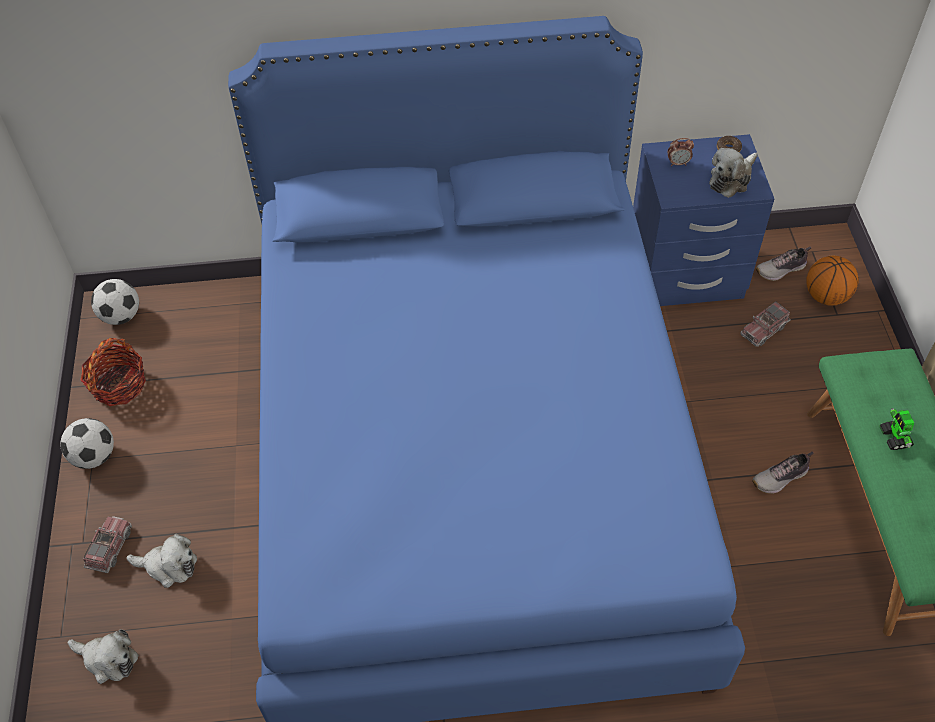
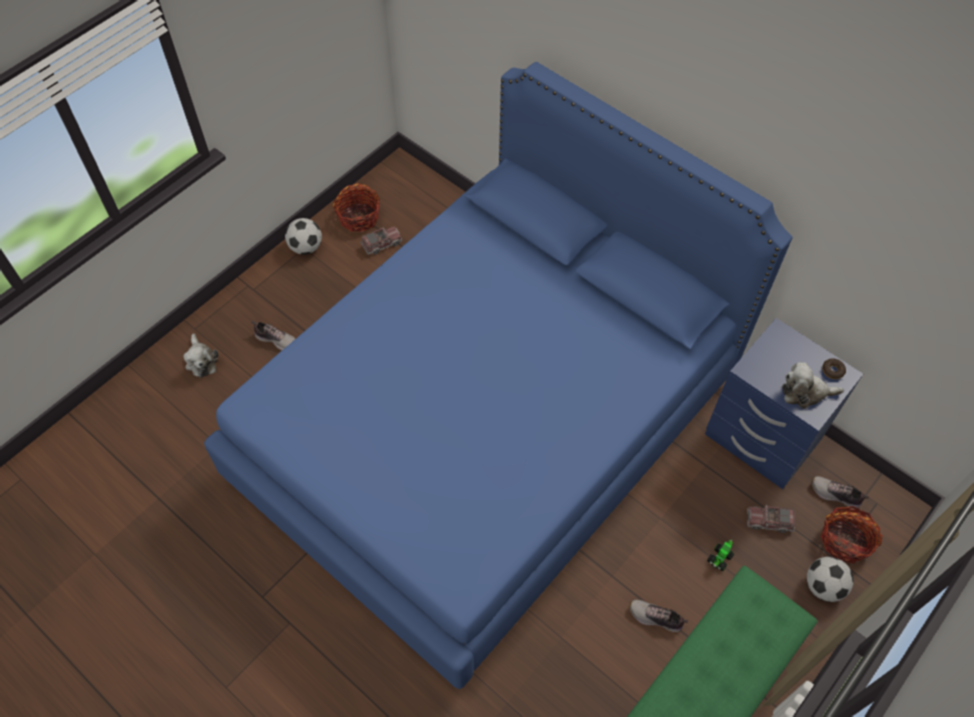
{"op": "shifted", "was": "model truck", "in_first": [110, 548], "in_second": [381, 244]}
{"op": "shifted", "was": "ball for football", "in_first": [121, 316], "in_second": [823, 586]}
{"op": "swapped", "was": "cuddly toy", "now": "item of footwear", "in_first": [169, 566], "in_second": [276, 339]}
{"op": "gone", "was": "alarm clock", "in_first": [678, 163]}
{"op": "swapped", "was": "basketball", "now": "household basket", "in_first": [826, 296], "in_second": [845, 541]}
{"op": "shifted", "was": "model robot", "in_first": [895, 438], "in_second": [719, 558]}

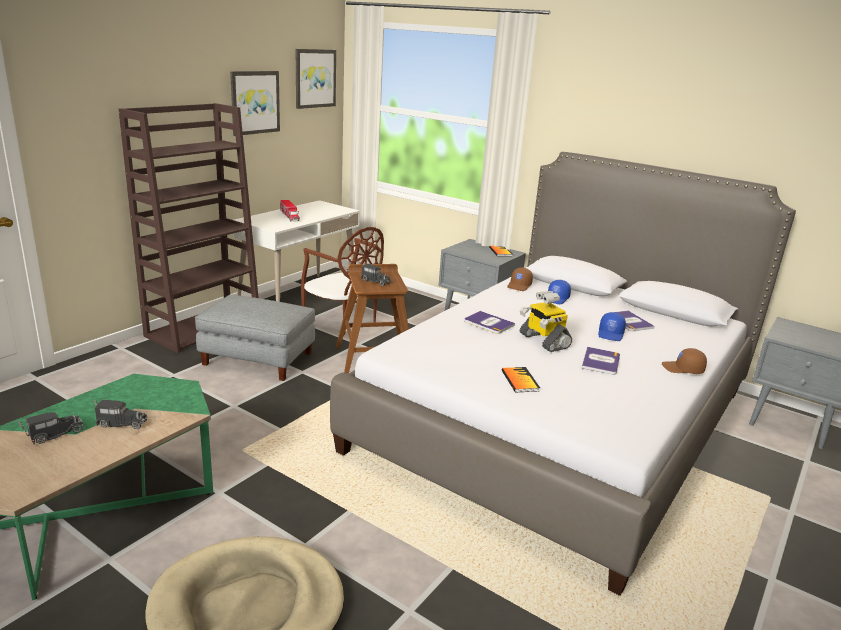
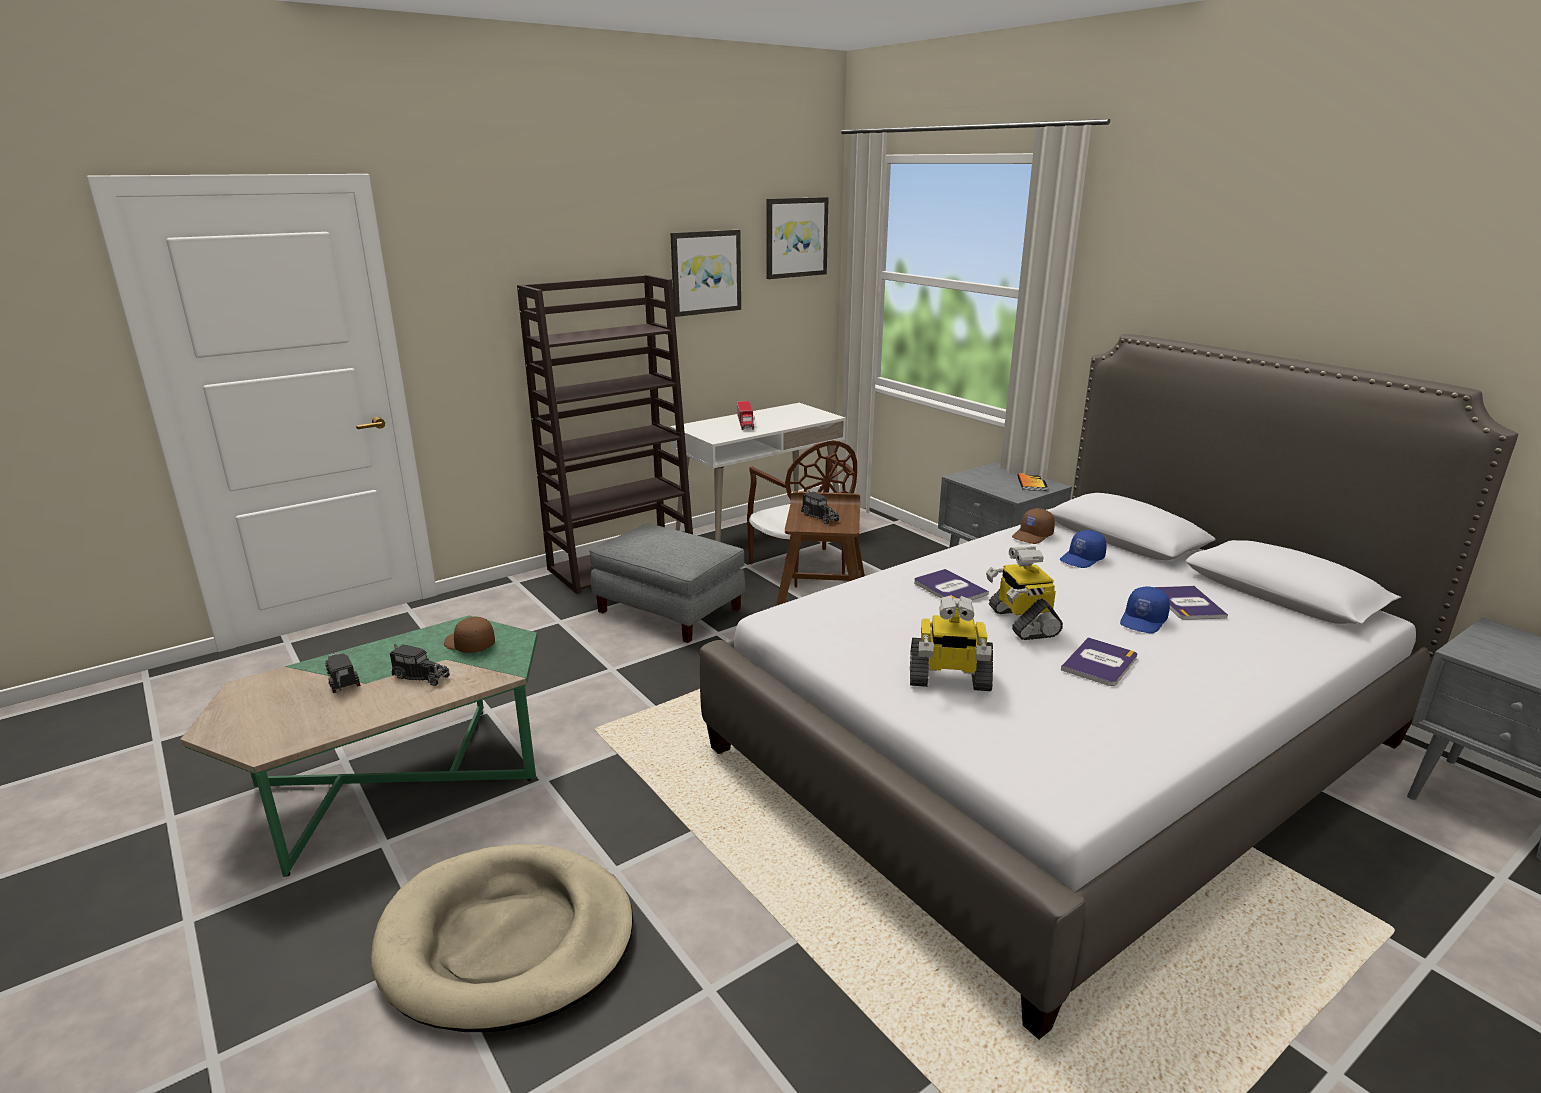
{"op": "rotated", "was": "model truck", "in_first": [53, 435], "in_second": [342, 681], "clockwise": -105}
{"op": "swapped", "was": "bound book", "now": "model robot", "in_first": [520, 381], "in_second": [948, 679]}
{"op": "shifted", "was": "cap (brown)", "in_first": [683, 369], "in_second": [469, 645]}

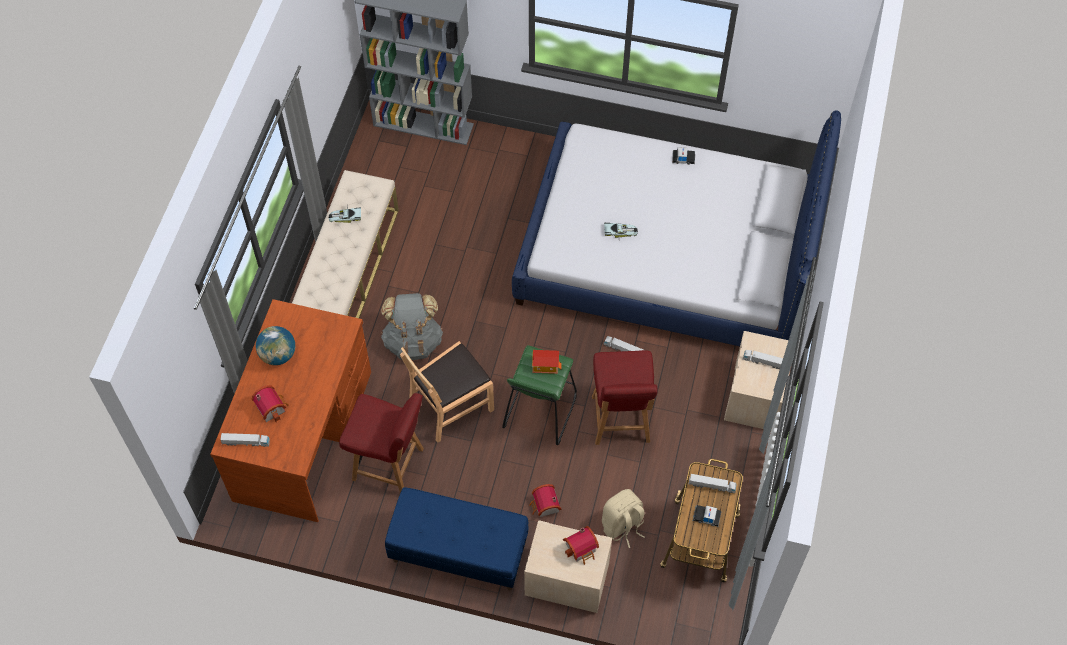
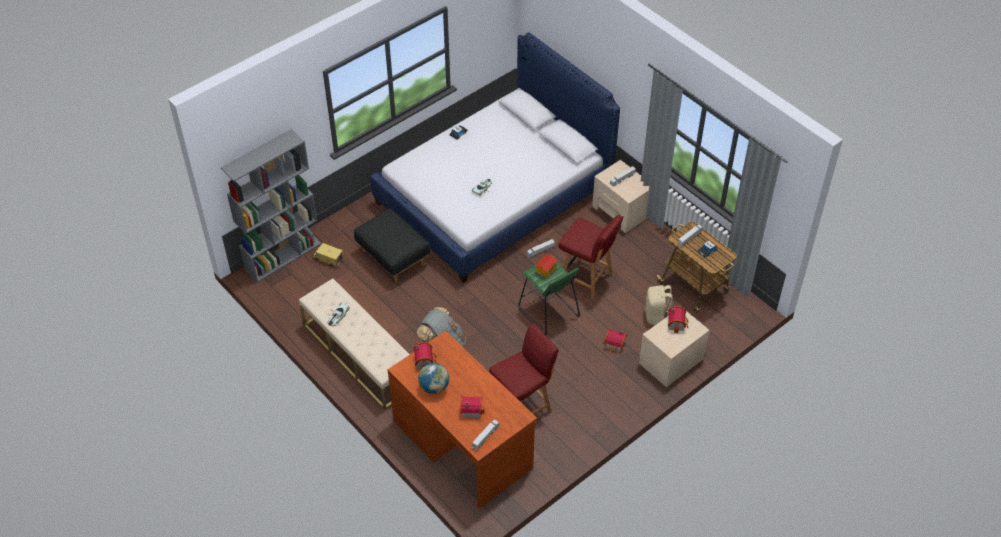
{"op": "gone", "was": "indoor bench (bluish)", "in_first": [458, 552]}
{"op": "gone", "was": "plain chair (brown)", "in_first": [451, 406]}
{"op": "new", "now": "model truck", "in_second": [328, 259]}
{"op": "new", "now": "pouffe (black-coloured)", "in_second": [394, 258]}
{"op": "new", "now": "miniature house", "in_second": [425, 360]}

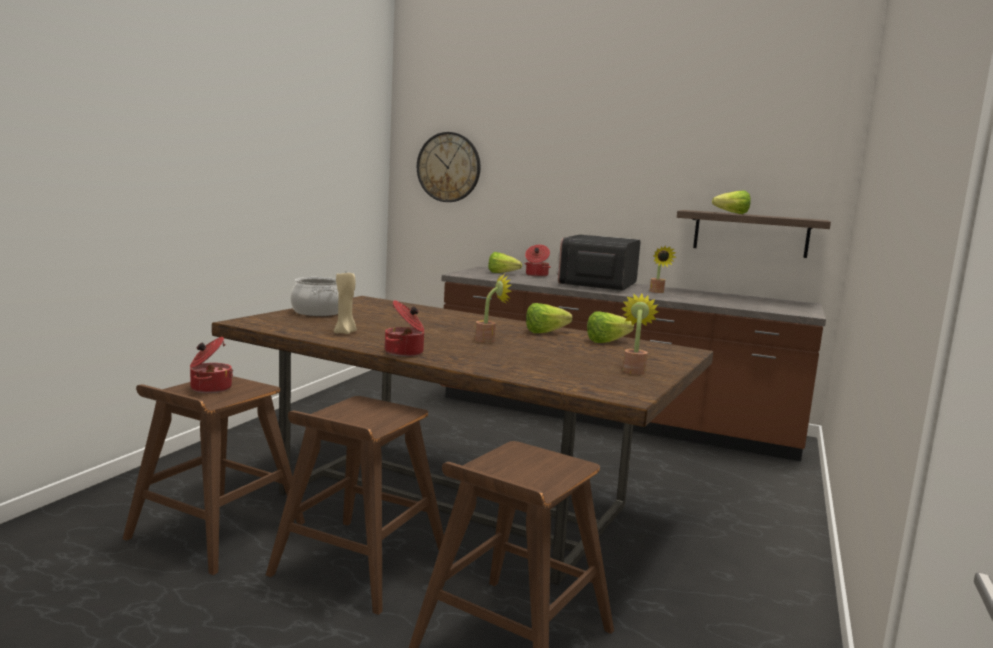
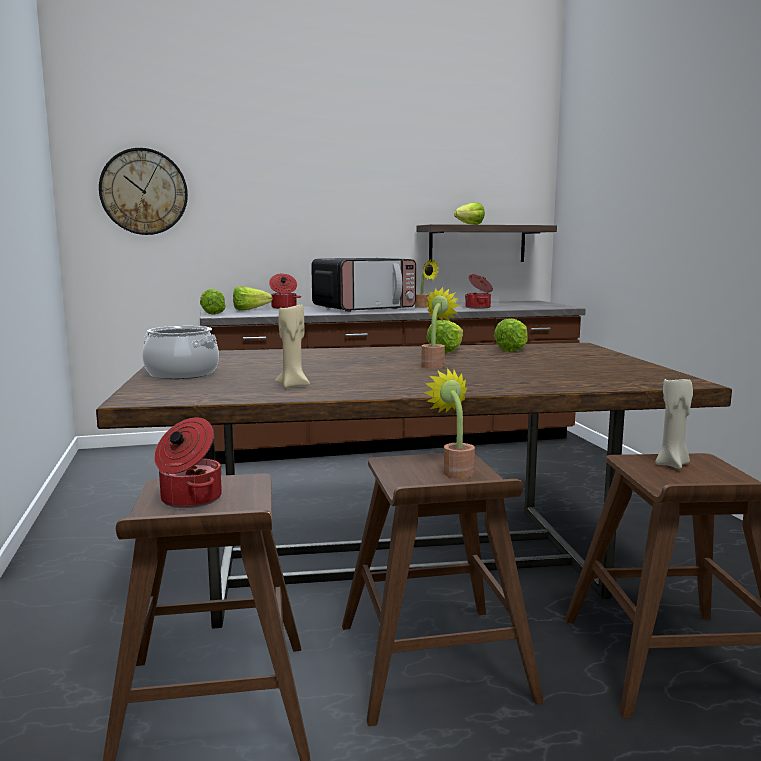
{"op": "shifted", "was": "cooking pot", "in_first": [405, 352], "in_second": [478, 307]}
{"op": "rotated", "was": "microwave", "in_first": [597, 285], "in_second": [364, 308], "clockwise": -105}
{"op": "shifted", "was": "plant in a pot", "in_first": [634, 370], "in_second": [455, 471]}
{"op": "new", "now": "lettuce head", "in_second": [215, 313]}
{"op": "new", "now": "wax candle (beige-coloured)", "in_second": [672, 465]}

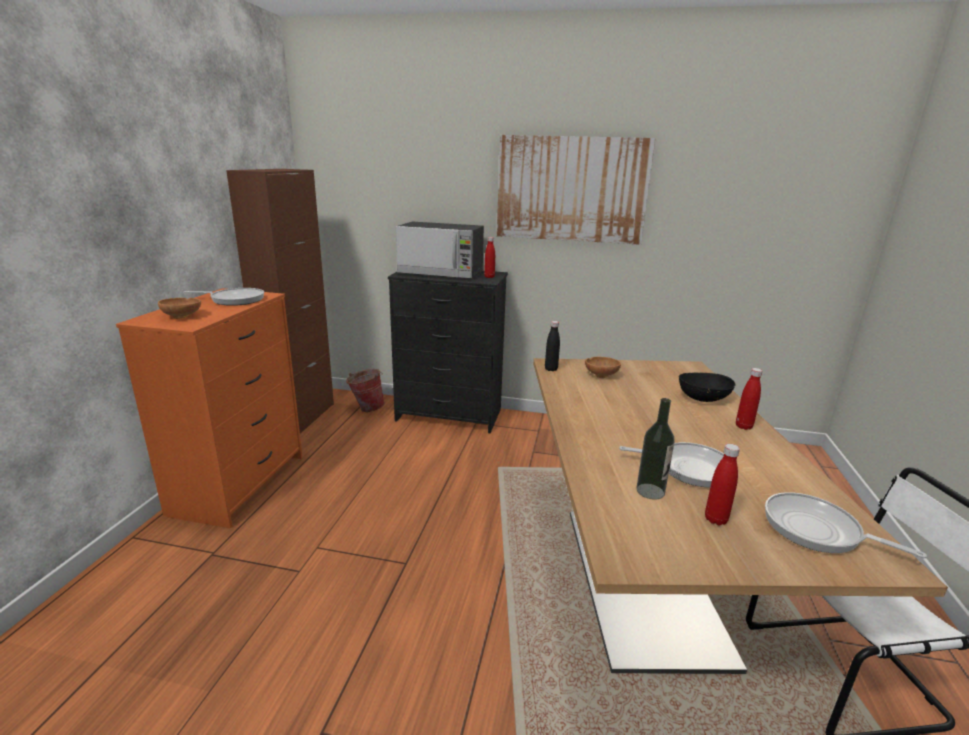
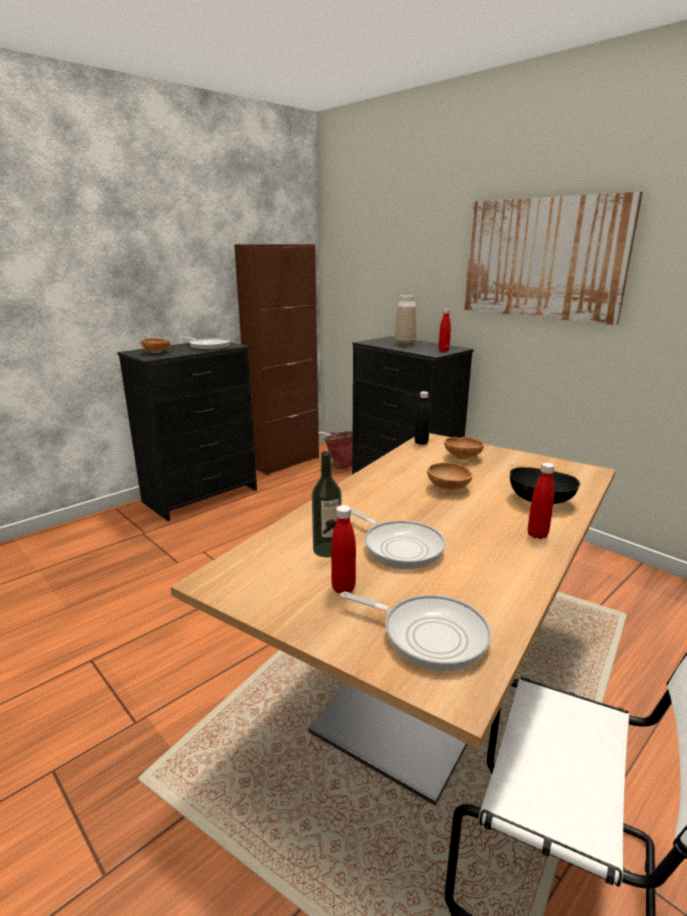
{"op": "repainted", "was": "drawer chest (orange-coloured)", "now": "drawer chest (black-coloured)", "in_first": [240, 484], "in_second": [201, 496]}
{"op": "swapped", "was": "microwave", "now": "decorative vase", "in_first": [441, 273], "in_second": [405, 344]}
{"op": "rotated", "was": "skillet", "in_first": [817, 530], "in_second": [429, 635], "clockwise": 135}
{"op": "new", "now": "deep dish (brown)", "in_second": [449, 488]}

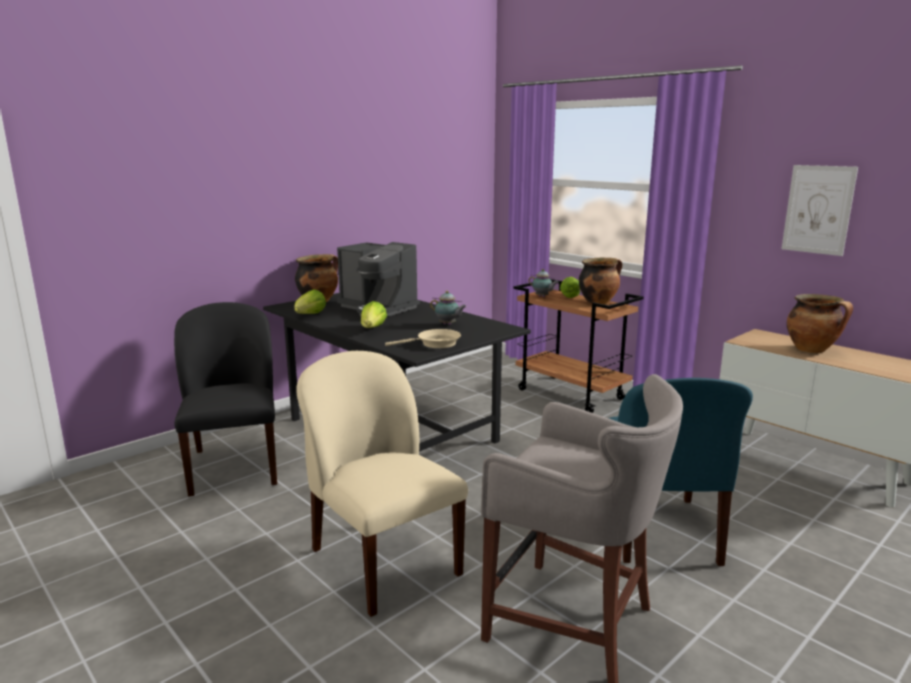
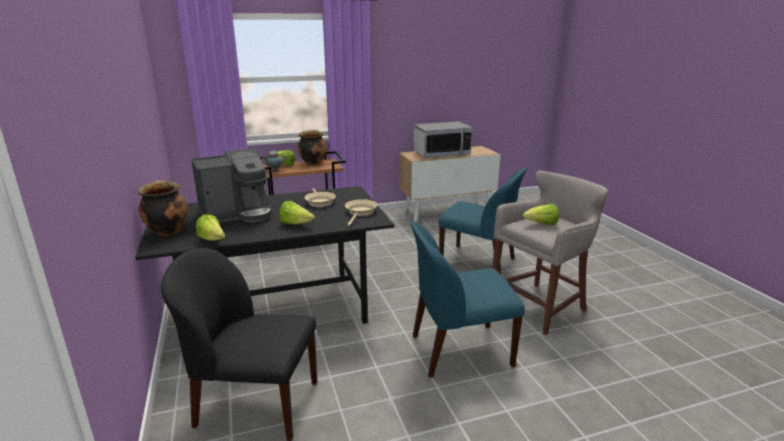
{"op": "repainted", "was": "plain chair (beige-coloured)", "now": "plain chair (bluish)", "in_first": [383, 561], "in_second": [458, 350]}
{"op": "swapped", "was": "pot for tea", "now": "skillet (beige-coloured)", "in_first": [448, 324], "in_second": [319, 202]}
{"op": "gone", "was": "wall picture", "in_first": [818, 209]}
{"op": "swapped", "was": "cooking pot", "now": "microwave", "in_first": [812, 350], "in_second": [441, 154]}
{"op": "new", "now": "lettuce head", "in_second": [541, 224]}

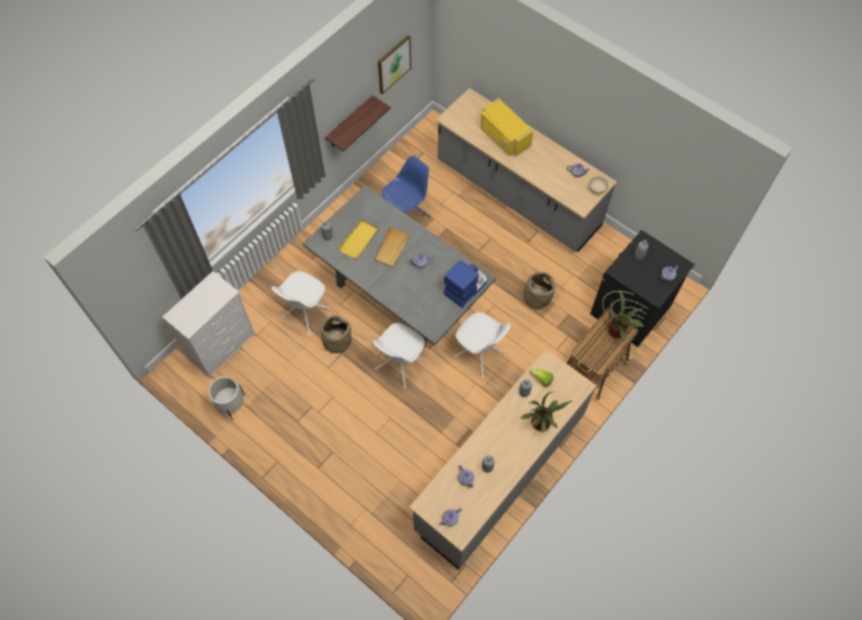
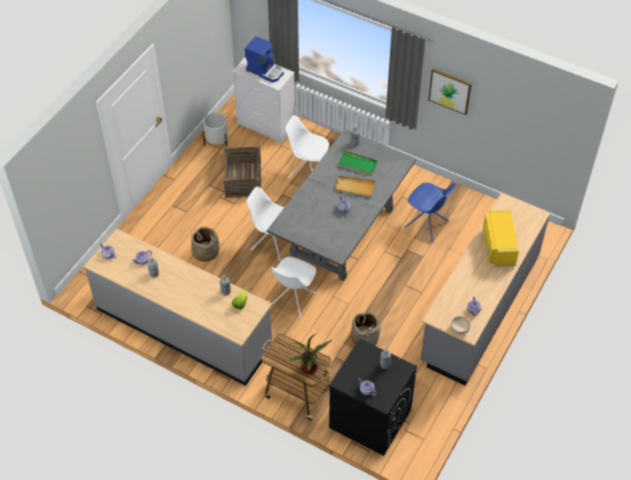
{"op": "shifted", "was": "household basket", "in_first": [336, 341], "in_second": [205, 252]}
{"op": "gone", "was": "bracket shelf", "in_first": [349, 122]}
{"op": "repainted", "was": "serving tray (yellowish)", "now": "serving tray (greenish)", "in_first": [359, 240], "in_second": [357, 164]}
{"op": "shifted", "was": "wall picture", "in_first": [393, 64], "in_second": [450, 91]}
{"op": "shifted", "was": "coffee brewer", "in_first": [465, 287], "in_second": [265, 70]}
{"op": "rotated", "was": "microwave (yellowish)", "in_first": [503, 137], "in_second": [497, 246], "clockwise": -45}
{"op": "gone", "was": "plant in a pot", "in_first": [541, 425]}
{"op": "new", "now": "crate", "in_second": [243, 179]}

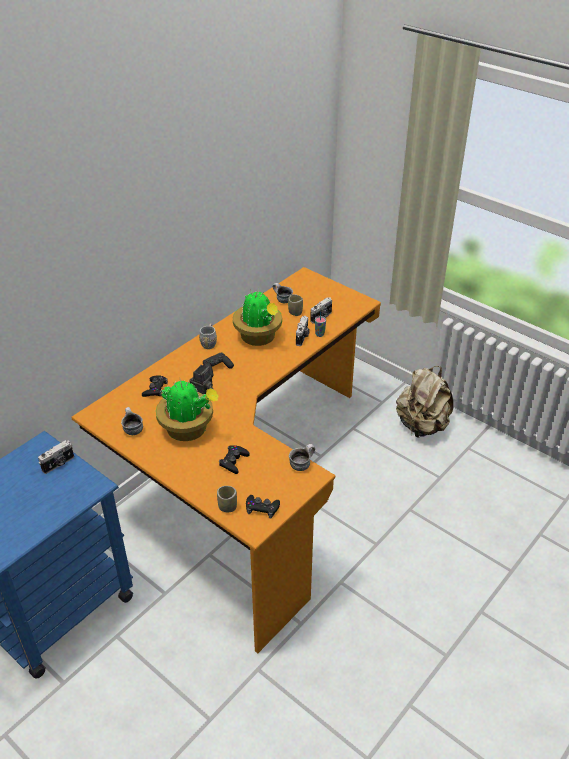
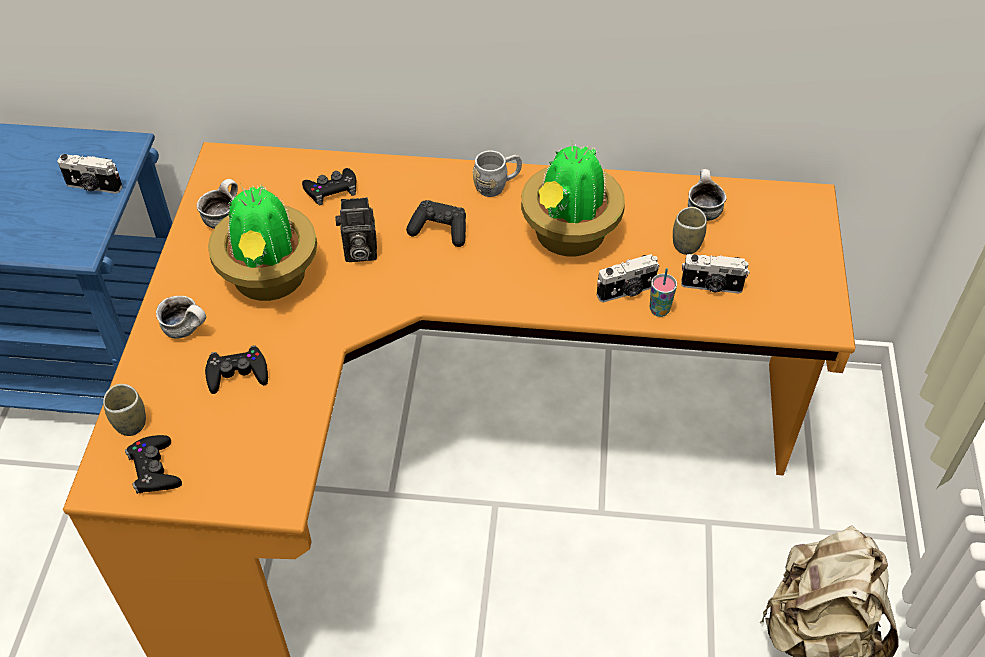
{"op": "shifted", "was": "mug", "in_first": [301, 464], "in_second": [188, 329]}

